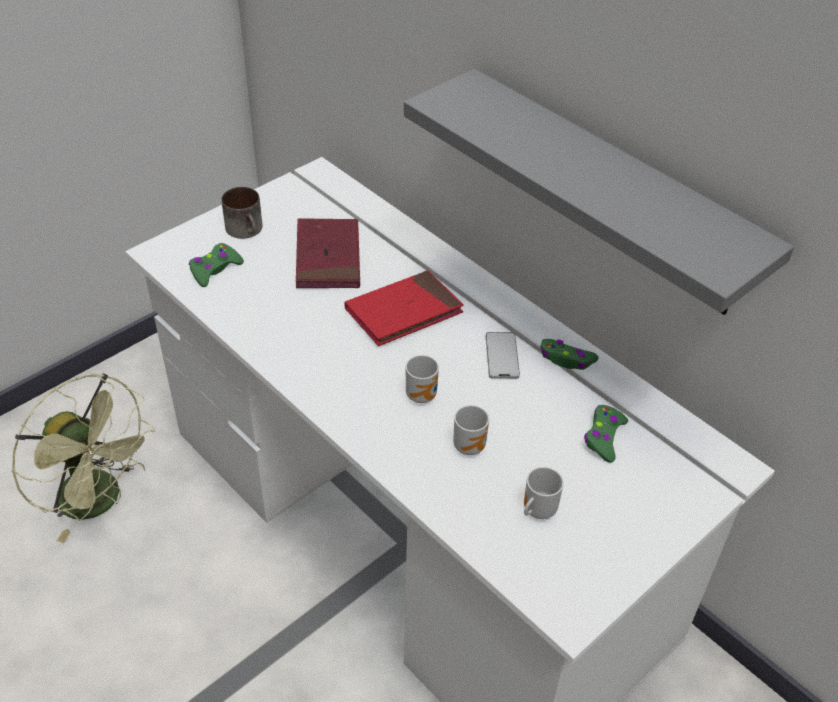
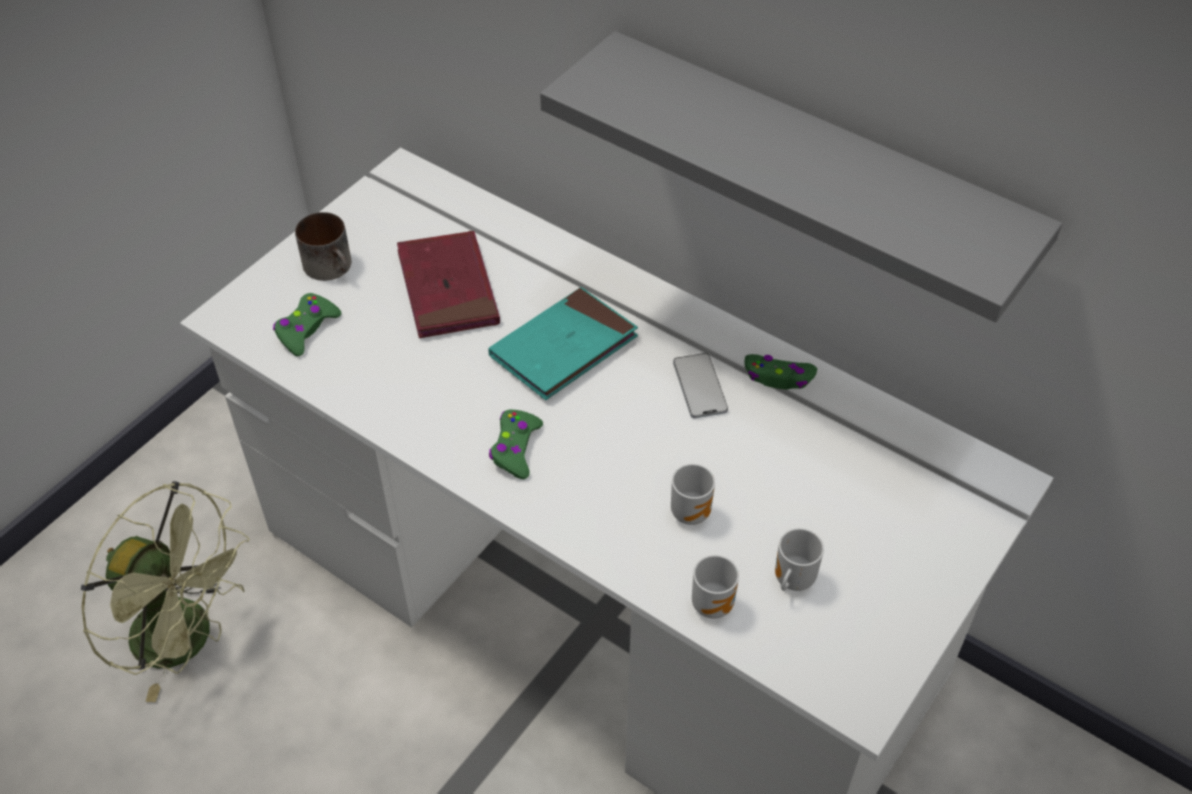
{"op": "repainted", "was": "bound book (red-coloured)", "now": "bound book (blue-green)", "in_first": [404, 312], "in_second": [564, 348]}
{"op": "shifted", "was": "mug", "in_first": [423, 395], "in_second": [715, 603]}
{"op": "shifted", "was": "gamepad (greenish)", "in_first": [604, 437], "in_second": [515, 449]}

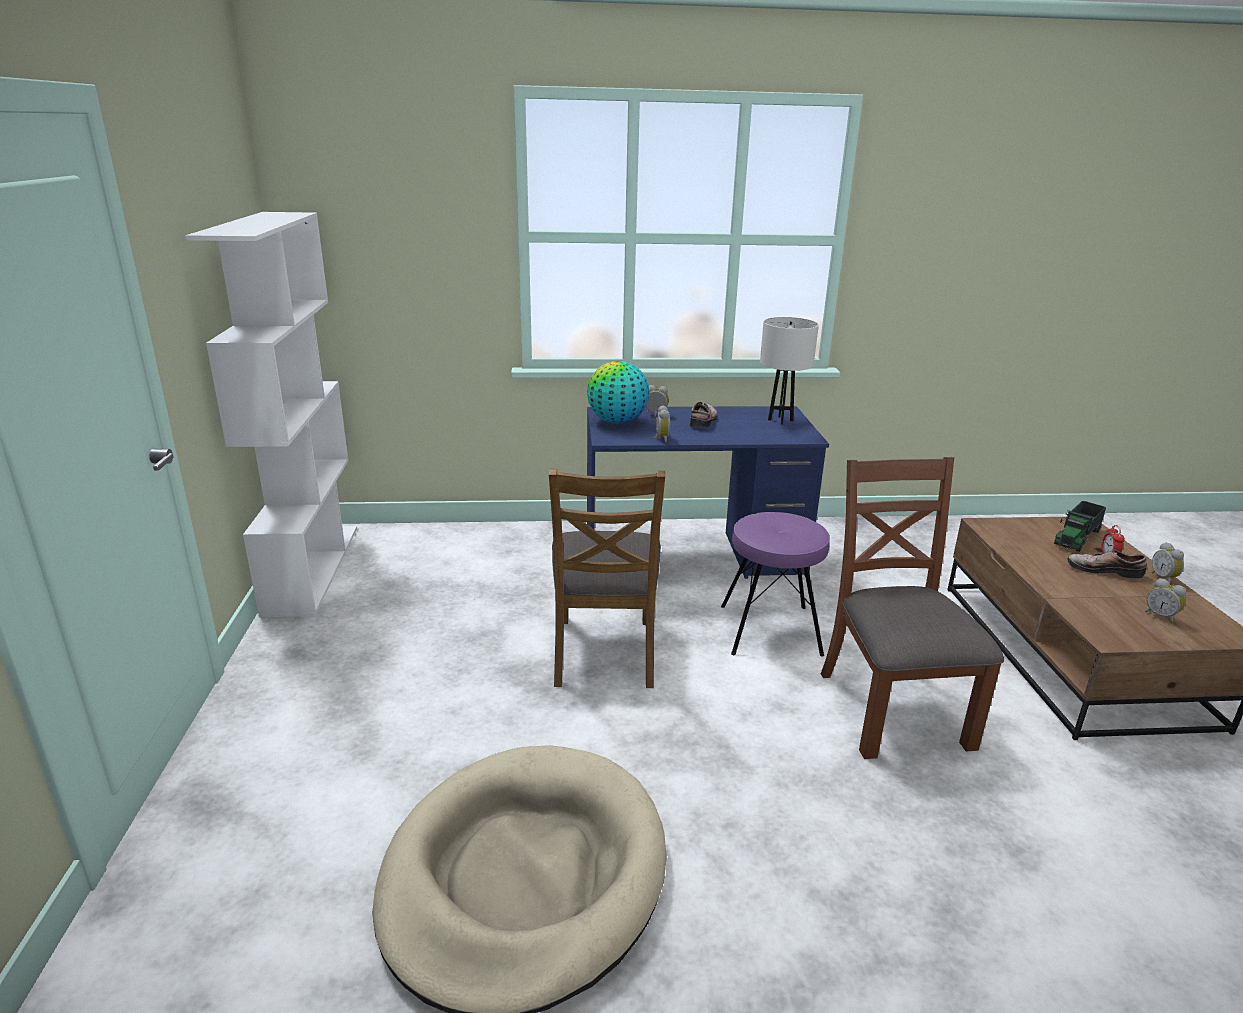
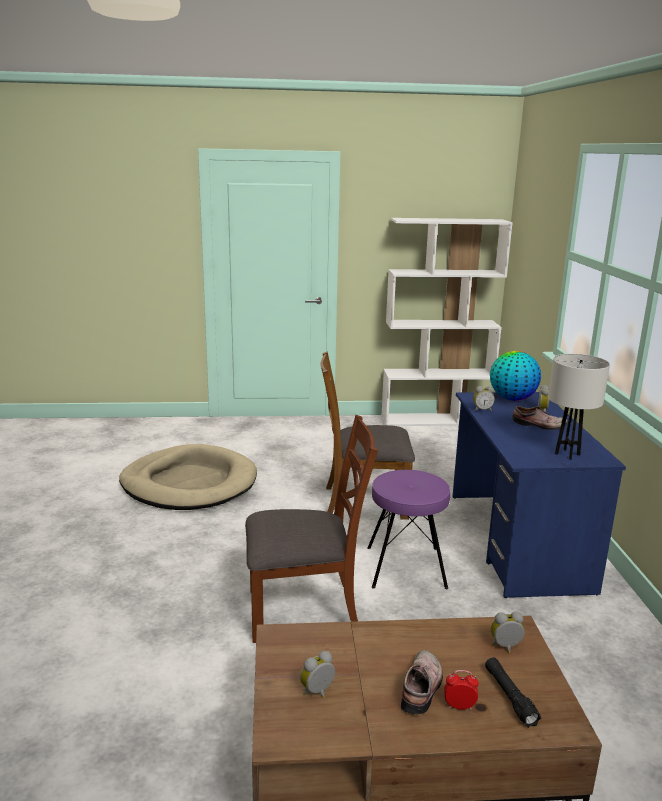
{"op": "swapped", "was": "model truck", "now": "torch (black-coloured)", "in_first": [1077, 538], "in_second": [509, 697]}
{"op": "shifted", "was": "alarm clock", "in_first": [1164, 578], "in_second": [506, 647]}

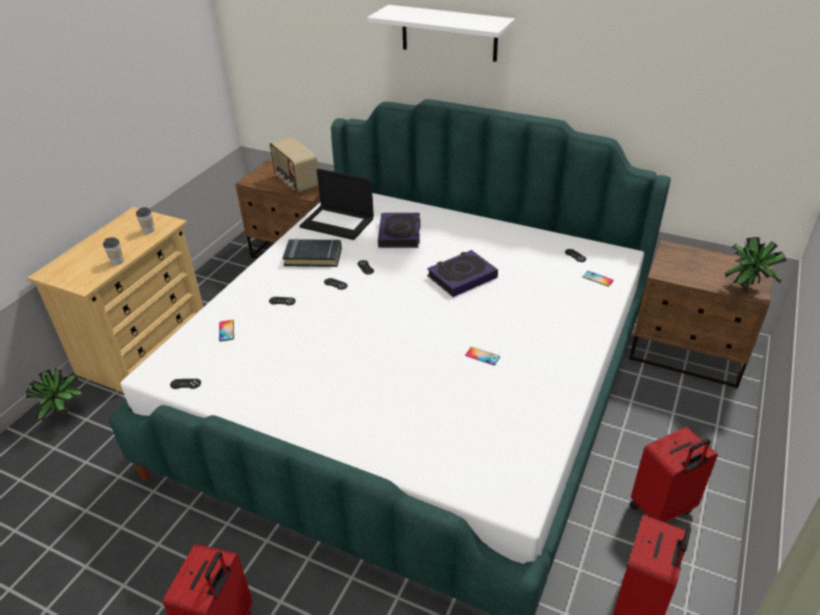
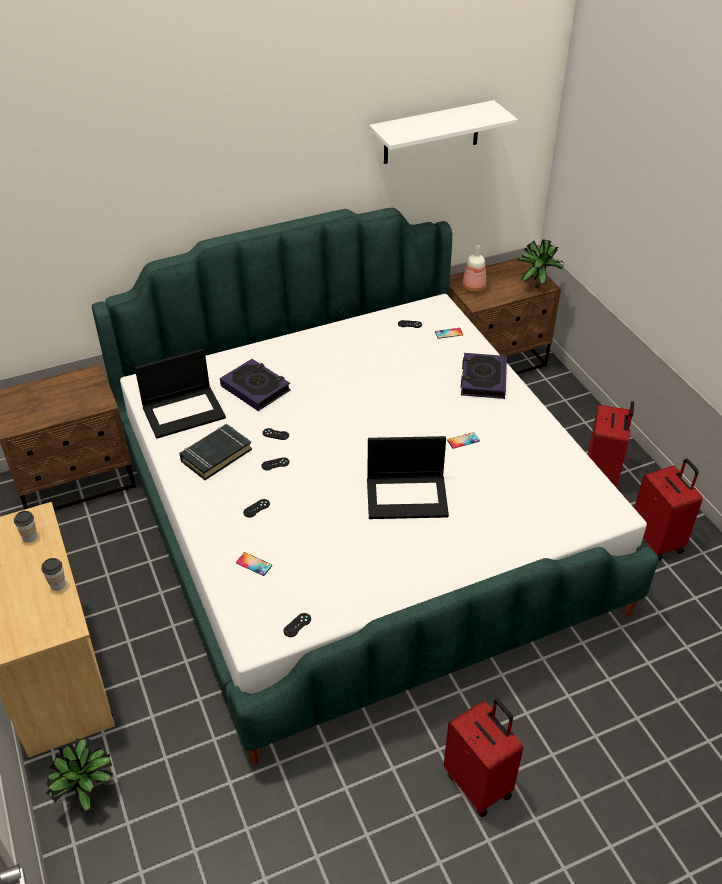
{"op": "gone", "was": "radio", "in_first": [296, 182]}
{"op": "shifted", "was": "bracket shelf (white-coloured)", "in_first": [449, 33], "in_second": [431, 133]}
{"op": "shifted", "was": "bound book", "in_first": [462, 277], "in_second": [483, 379]}
{"op": "new", "now": "laptop", "in_second": [407, 496]}
{"op": "new", "now": "drink bottle", "in_second": [473, 287]}

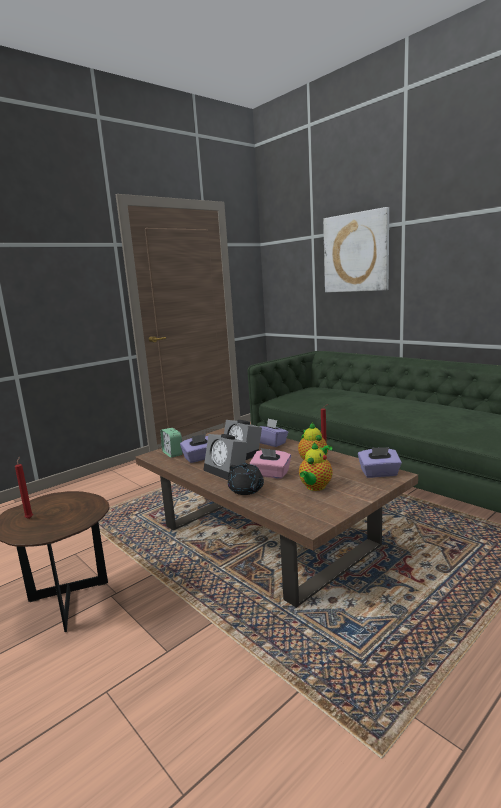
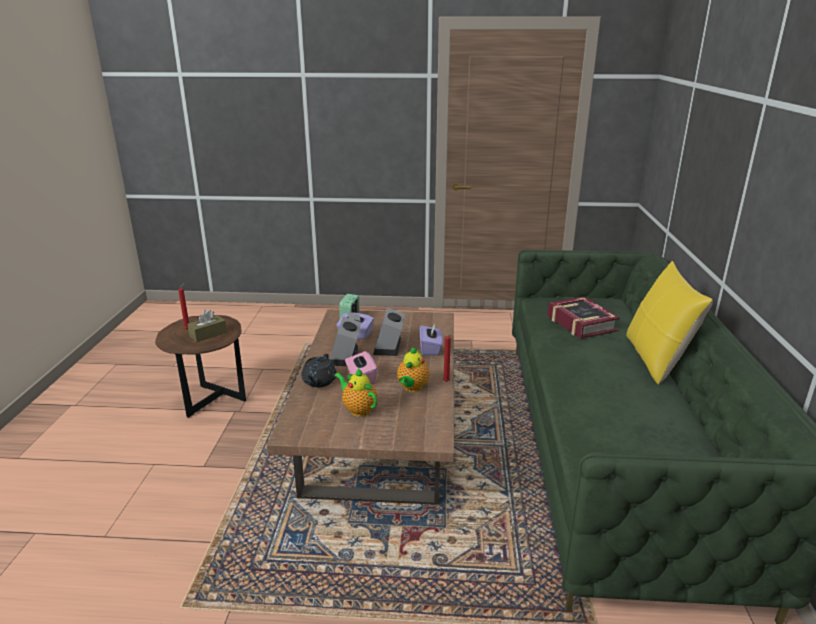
{"op": "rotated", "was": "pot for tea", "in_first": [315, 487], "in_second": [358, 409], "clockwise": 60}
{"op": "gone", "was": "wall picture", "in_first": [356, 252]}
{"op": "gone", "was": "tissue holder (purple)", "in_first": [379, 473]}
{"op": "new", "now": "tissue holder (brown)", "in_second": [208, 334]}
{"op": "new", "now": "bound book", "in_second": [580, 323]}
{"op": "new", "now": "throw pillow (yellowish)", "in_second": [656, 359]}

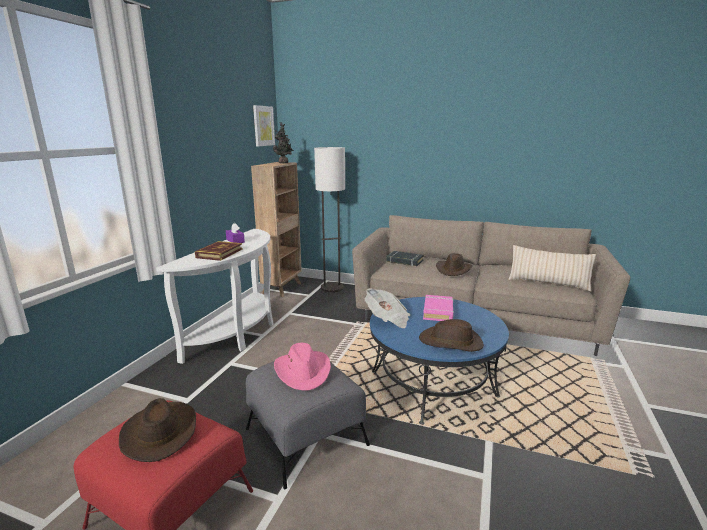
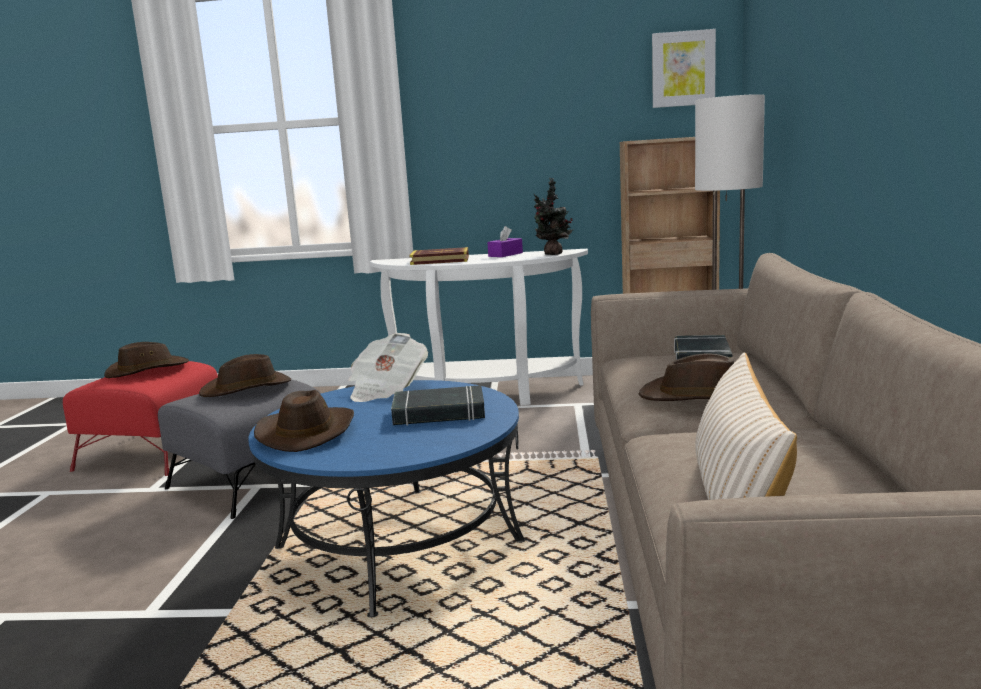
{"op": "shifted", "was": "plant in a pot", "in_first": [284, 163], "in_second": [553, 254]}
{"op": "repainted", "was": "hat (pinkish)", "now": "hat (brown)", "in_first": [303, 371], "in_second": [247, 388]}
{"op": "repainted", "was": "bound book (pinkish)", "now": "bound book (black-coloured)", "in_first": [438, 311], "in_second": [439, 413]}

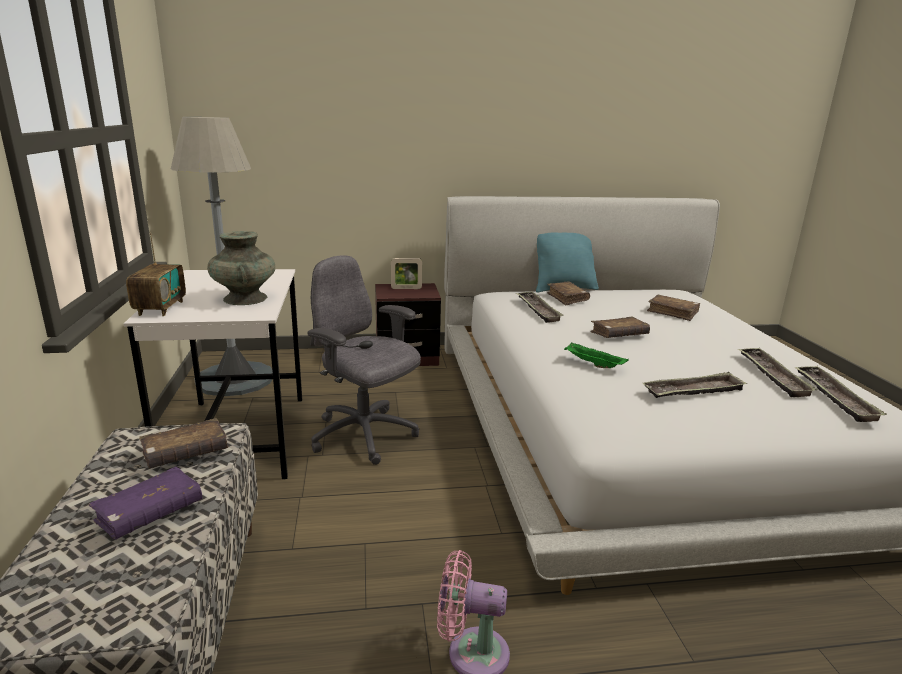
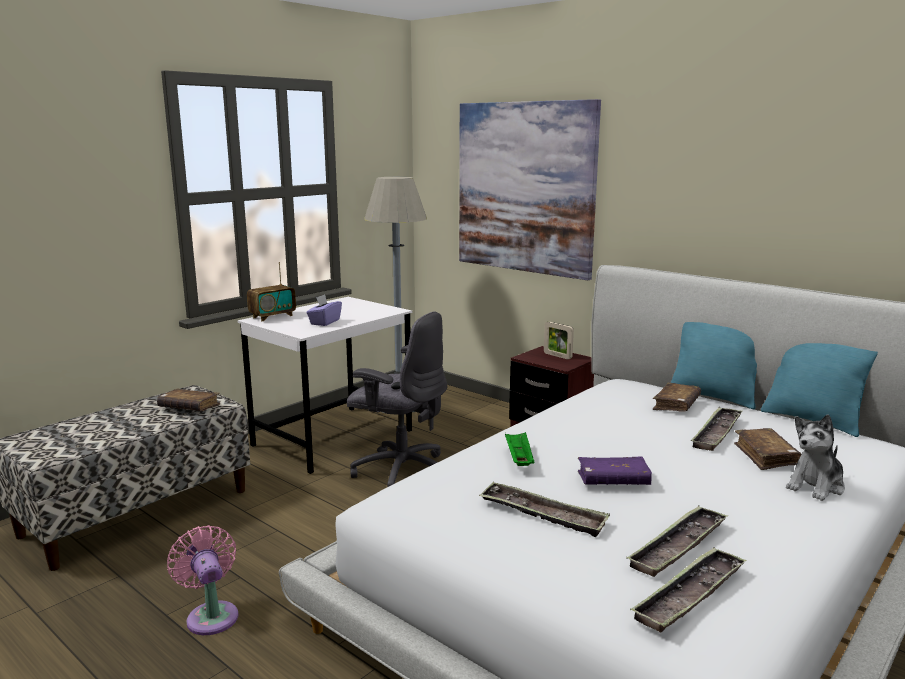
{"op": "shifted", "was": "bound book (purple)", "in_first": [150, 513], "in_second": [613, 481]}
{"op": "swapped", "was": "decorative vase (blue-green)", "now": "tissue holder (purple)", "in_first": [245, 299], "in_second": [324, 322]}
{"op": "rotated", "was": "desk chair (gray)", "in_first": [364, 436], "in_second": [401, 472], "clockwise": 120}
{"op": "shifted", "was": "serving tray", "in_first": [537, 310], "in_second": [716, 433]}
{"op": "gone", "was": "bound book (brown)", "in_first": [619, 335]}
{"op": "new", "now": "wall picture", "in_second": [525, 188]}
{"op": "new", "now": "throw pillow (blue-green)", "in_second": [812, 420]}
{"op": "new", "now": "cuddly toy", "in_second": [816, 486]}

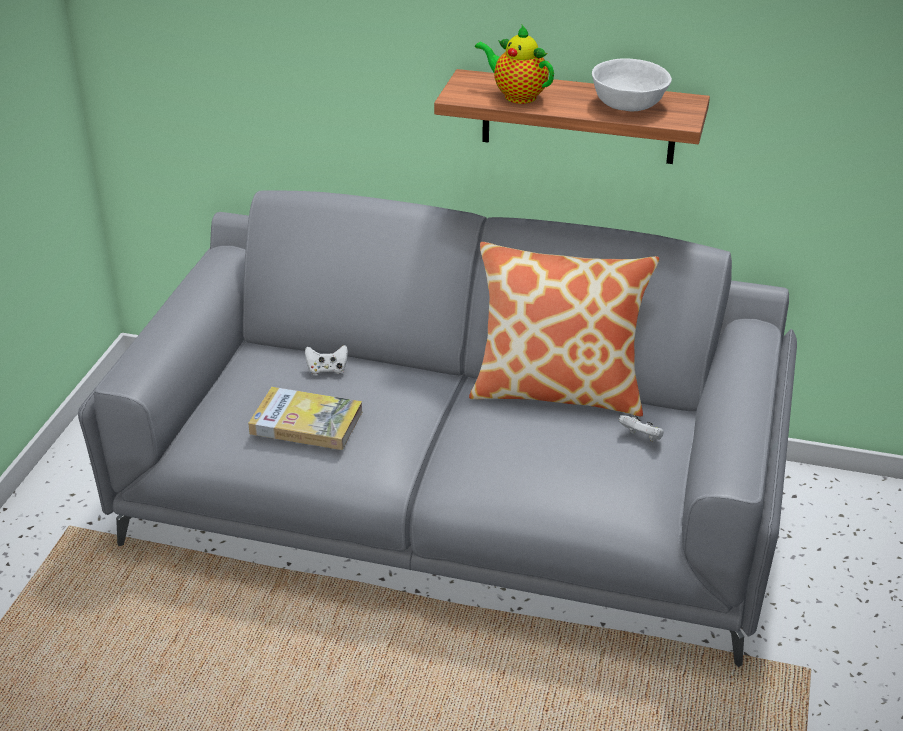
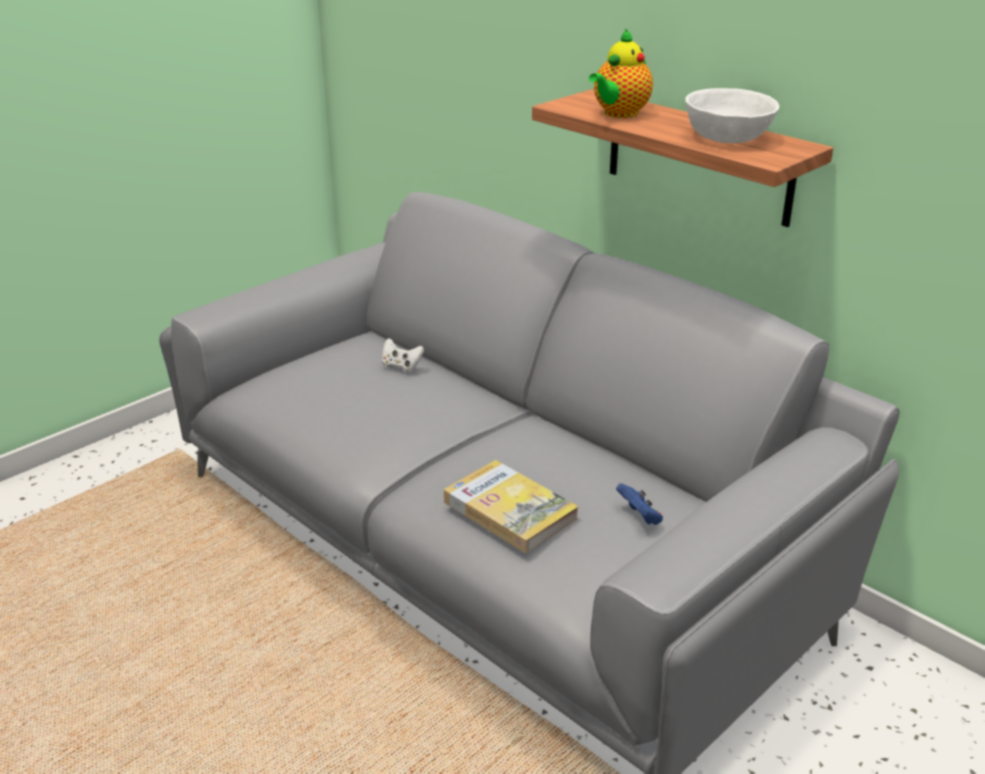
{"op": "shifted", "was": "bound book", "in_first": [306, 422], "in_second": [509, 510]}
{"op": "gone", "was": "throw pillow", "in_first": [558, 391]}
{"op": "rotated", "was": "pot for tea", "in_first": [517, 96], "in_second": [619, 114], "clockwise": -120}
{"op": "repainted", "was": "gamepad (white-coloured)", "now": "gamepad (bluish)", "in_first": [641, 438], "in_second": [639, 517]}

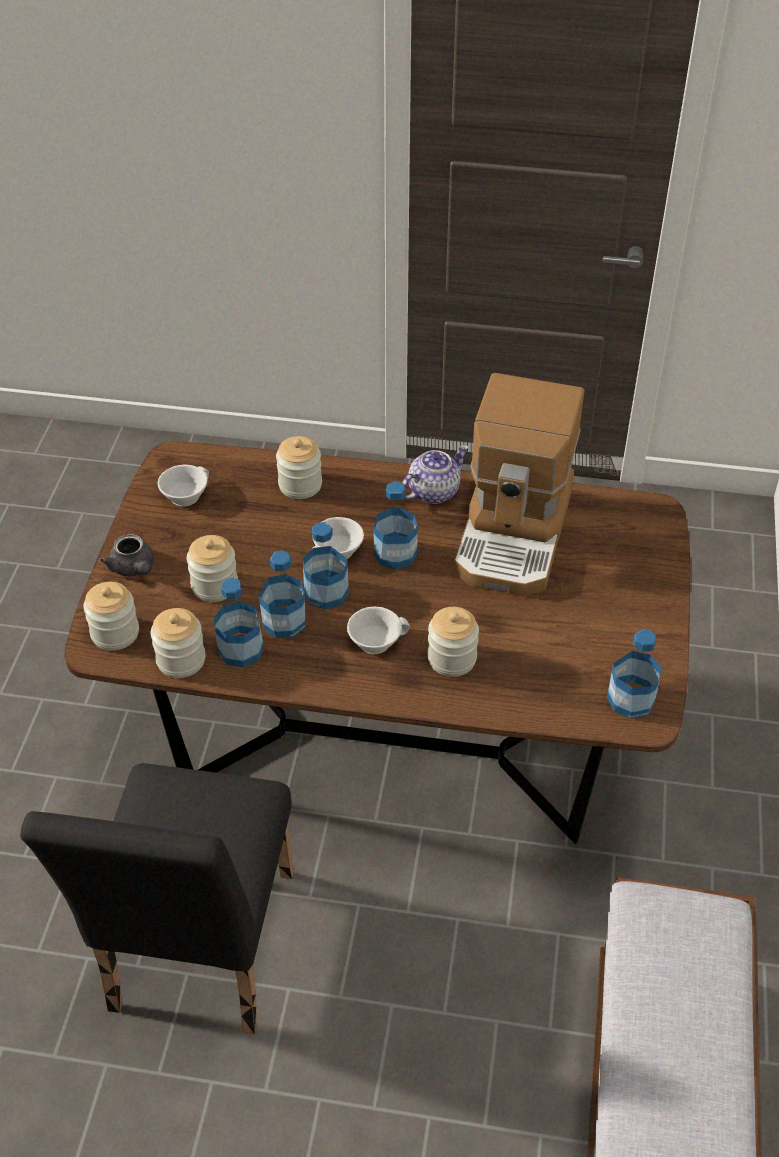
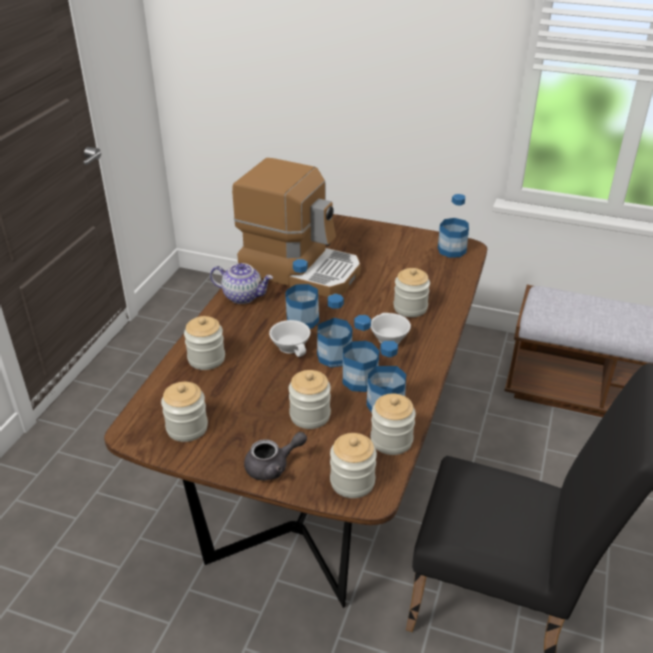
{"op": "swapped", "was": "cup (white-coloured)", "now": "preserve jar", "in_first": [184, 494], "in_second": [187, 428]}
{"op": "rotated", "was": "pot for tea", "in_first": [433, 491], "in_second": [243, 296], "clockwise": 135}

